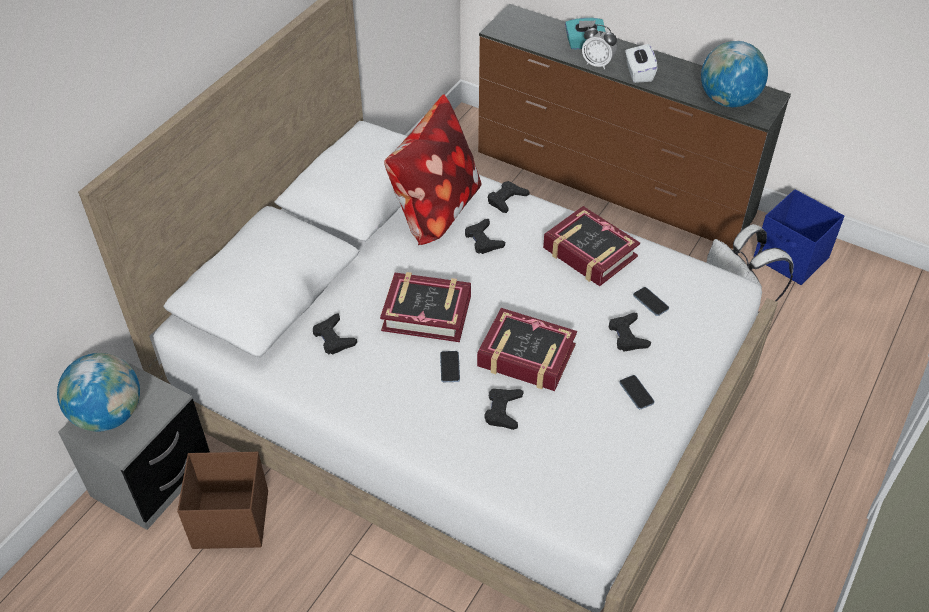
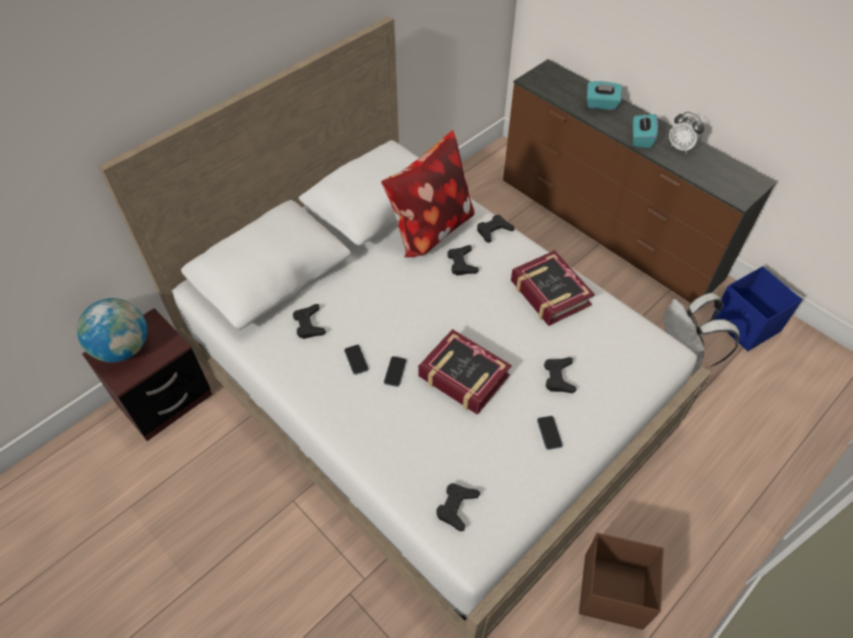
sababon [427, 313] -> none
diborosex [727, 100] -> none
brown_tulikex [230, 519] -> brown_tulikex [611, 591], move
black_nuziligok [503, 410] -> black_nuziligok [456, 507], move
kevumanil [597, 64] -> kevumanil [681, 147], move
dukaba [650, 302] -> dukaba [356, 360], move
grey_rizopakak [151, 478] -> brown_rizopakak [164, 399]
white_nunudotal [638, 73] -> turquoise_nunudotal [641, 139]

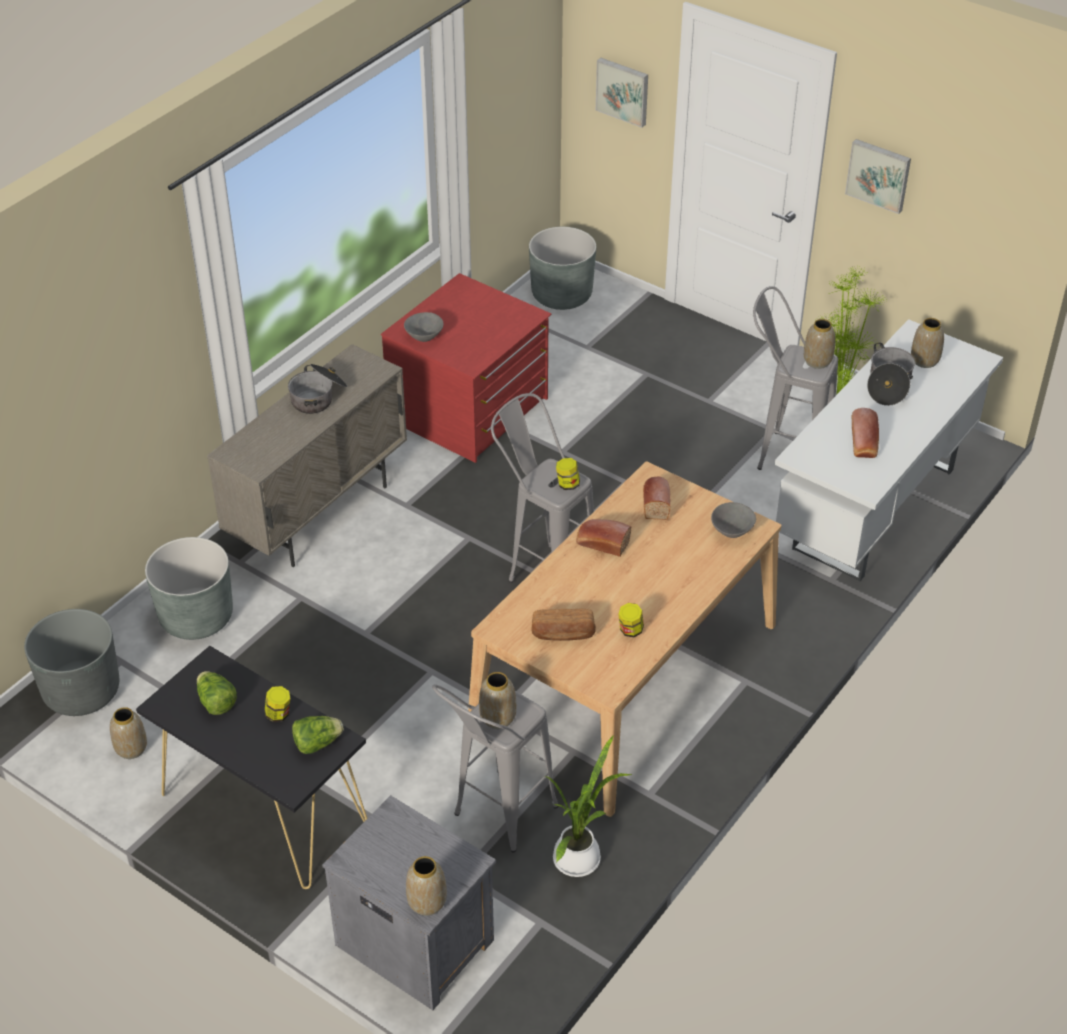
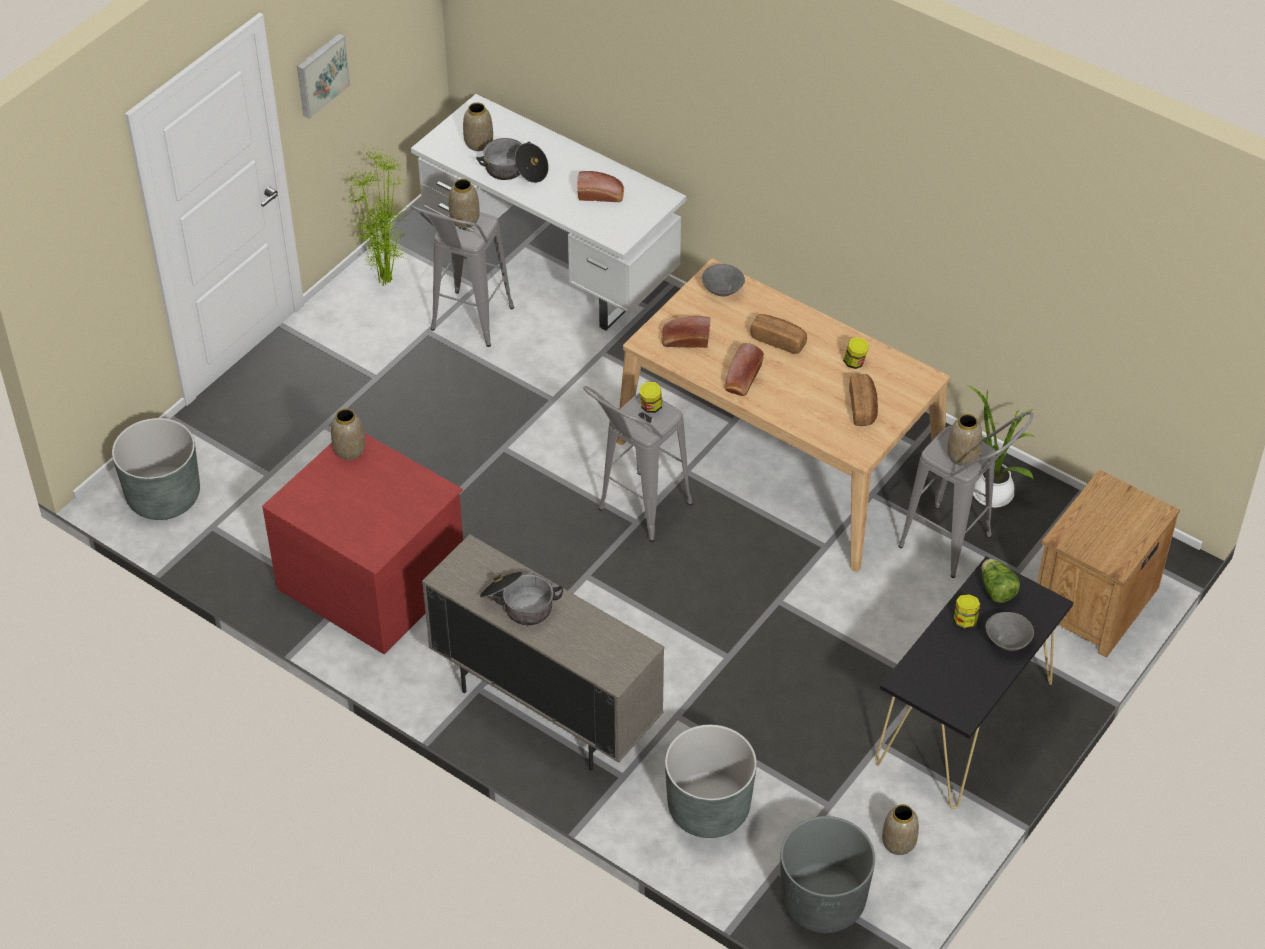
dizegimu [216, 702] -> none
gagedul [623, 91] -> none
none -> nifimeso [778, 340]
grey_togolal [425, 337] -> grey_togolal [1007, 641], move
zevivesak [427, 902] -> zevivesak [349, 450], move
grey_rizopakak [414, 940] -> brown_rizopakak [1092, 602]

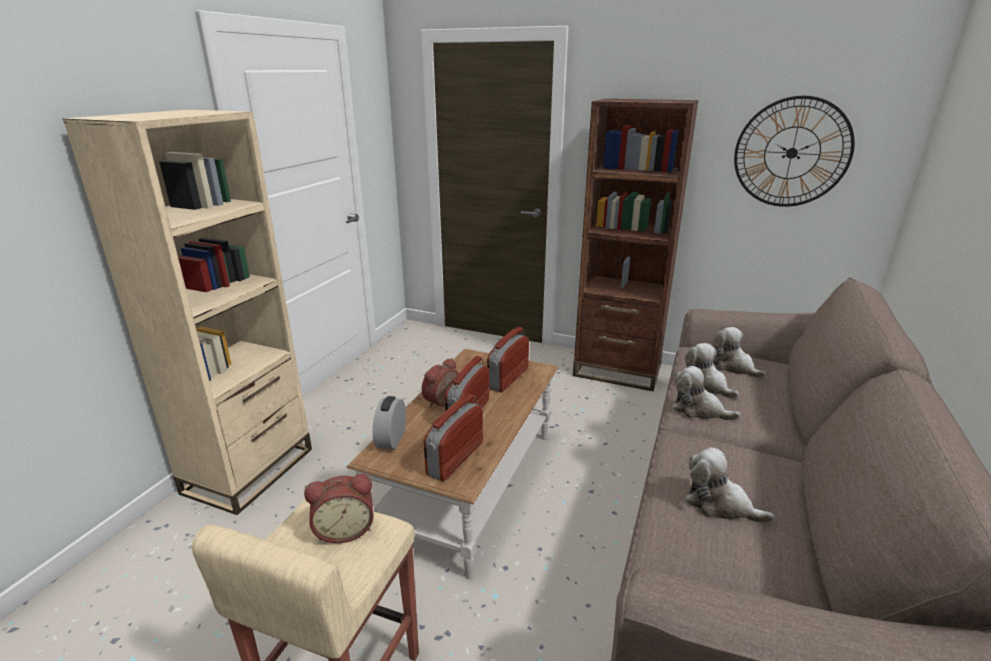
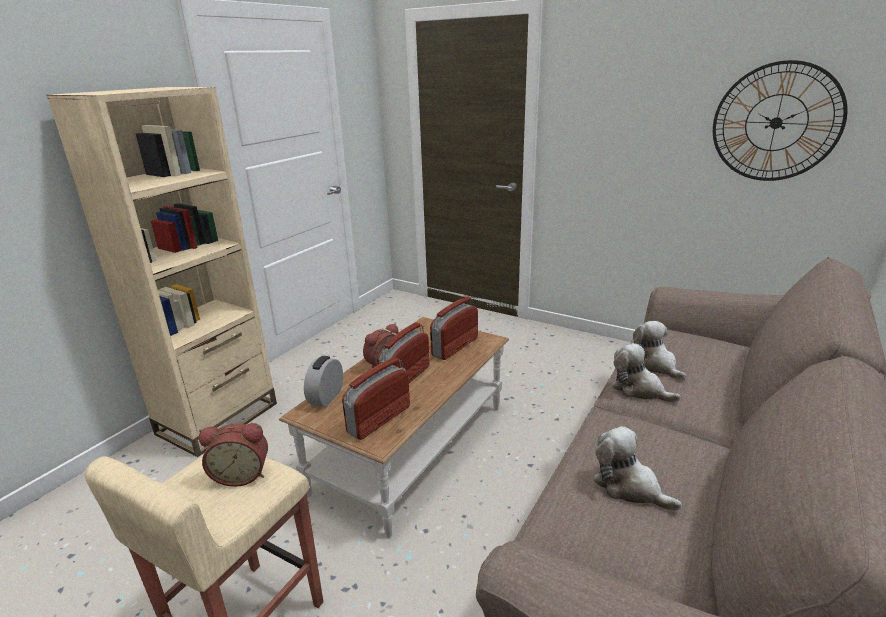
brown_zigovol [617, 371] -> none
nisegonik [733, 366] -> none

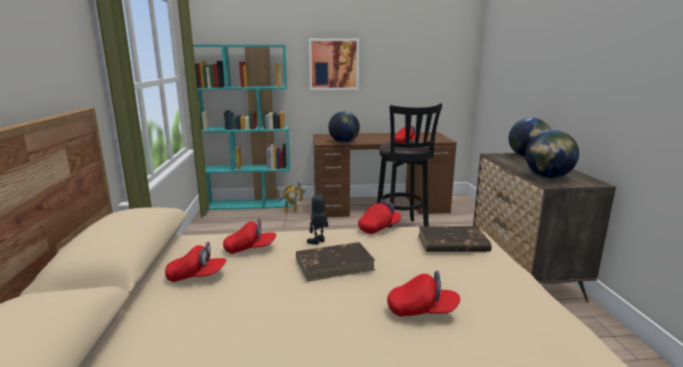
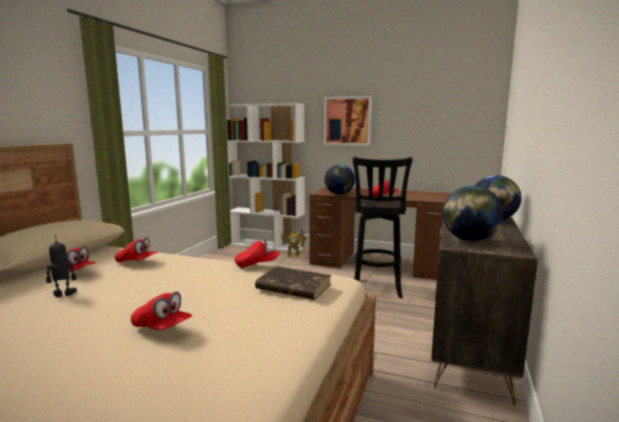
brown_sababon [335, 264] -> none
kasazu [318, 242] -> kasazu [63, 294], move
turquoise_zigovol [250, 204] -> white_zigovol [267, 245]

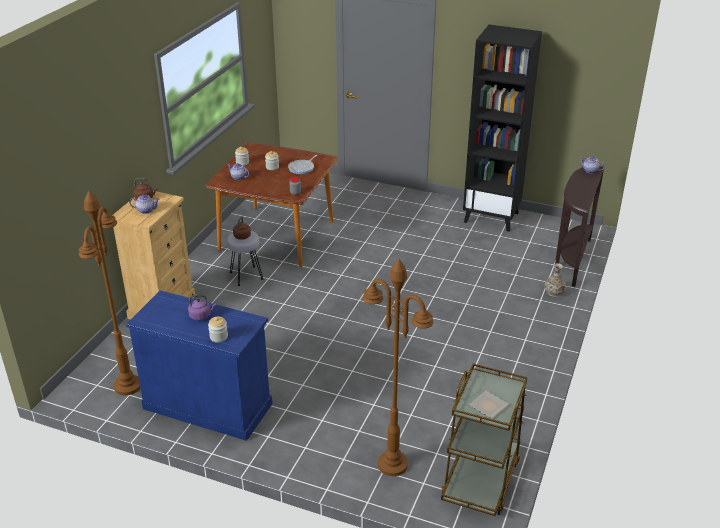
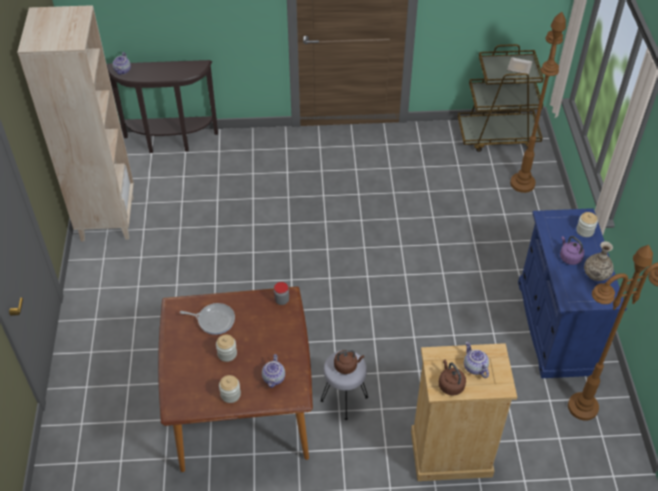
zevivesak [554, 292] -> zevivesak [596, 273], move
black_zigovol [492, 217] -> beige_zigovol [107, 218]

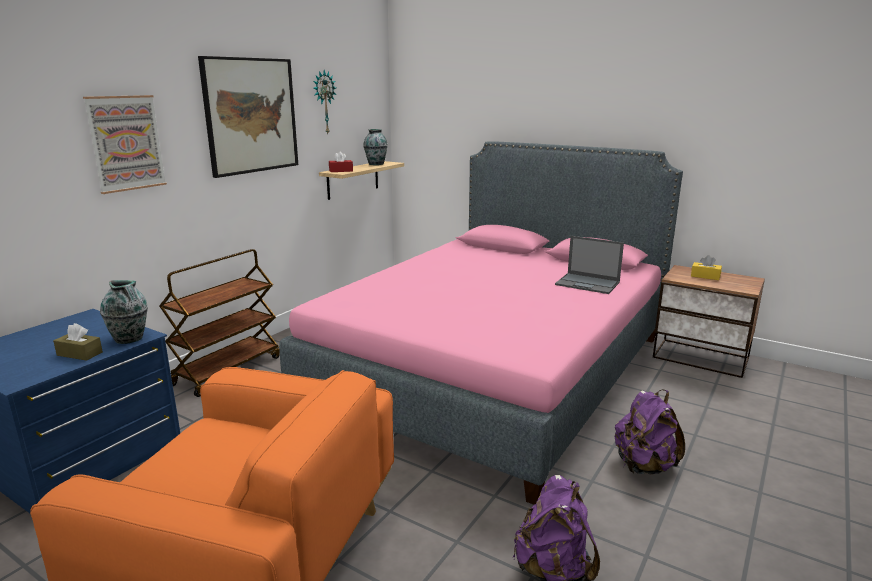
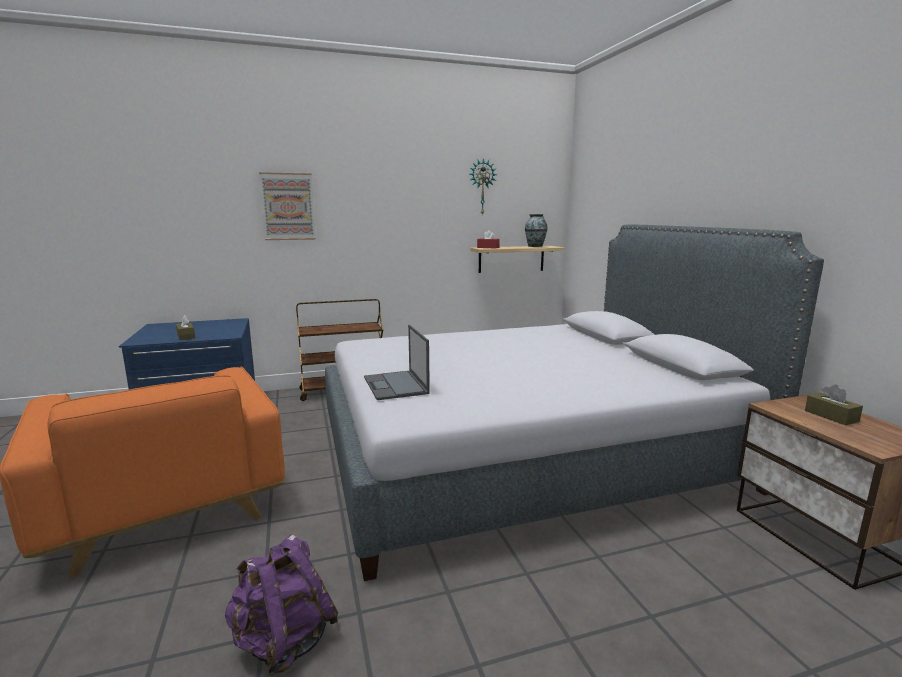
zevivesak [130, 339] -> none
gagedul [251, 115] -> none
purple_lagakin [644, 466] -> none
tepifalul [588, 283] -> tepifalul [396, 385], move
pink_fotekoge [494, 370] -> grey_fotekoge [525, 456]
yellow_nunudotal [705, 276] -> brown_nunudotal [831, 416]

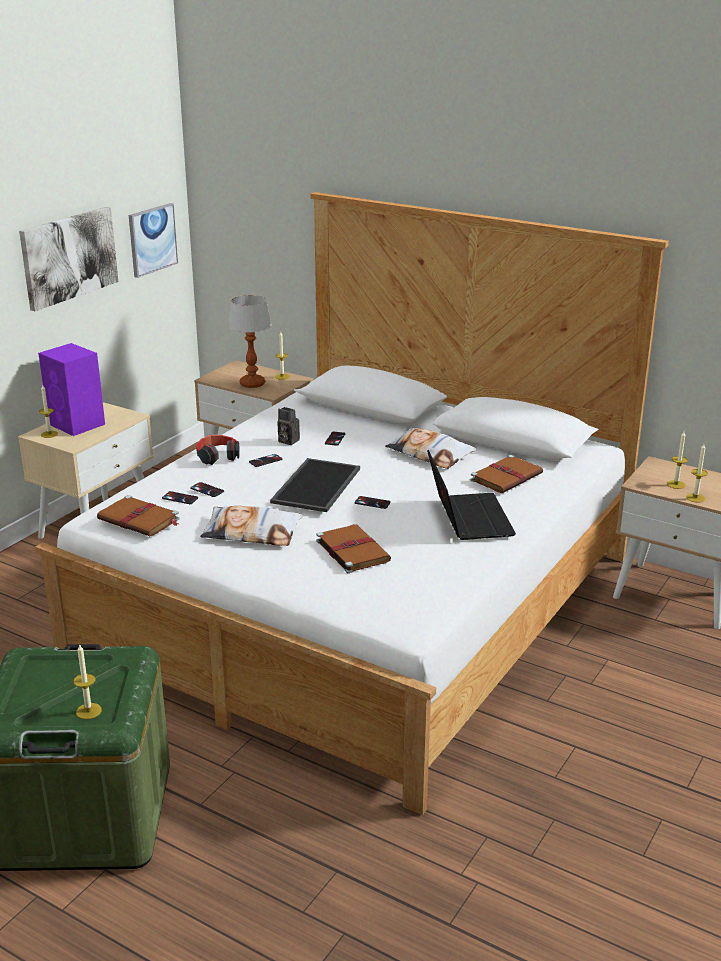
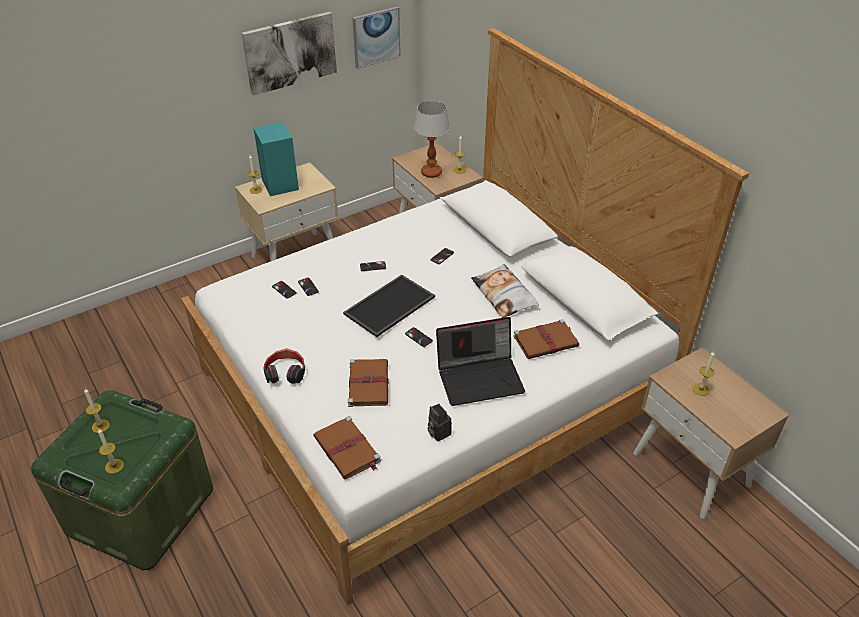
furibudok [252, 533] -> none
brown_sababon [140, 520] -> brown_sababon [347, 450], move
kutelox [217, 456] -> kutelox [285, 372], move
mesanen [287, 441] -> mesanen [438, 432], move
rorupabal [695, 498] -> rorupabal [100, 426], move
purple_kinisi [77, 424] -> turquoise_kinisi [280, 185]
tepifalul [467, 517] -> tepifalul [480, 377], 60 degrees clockwise

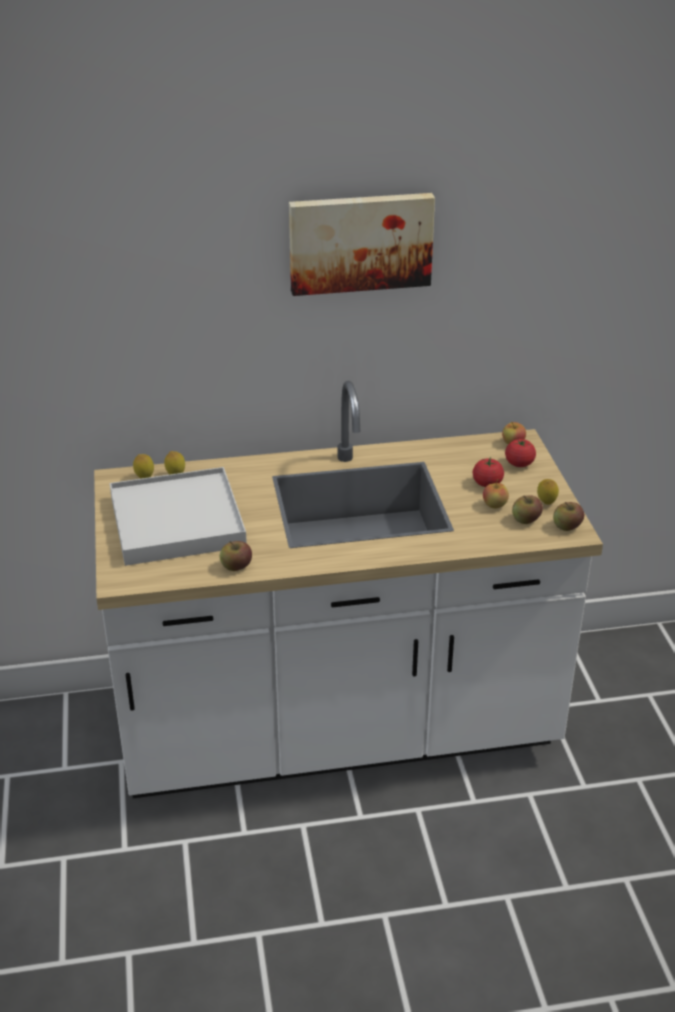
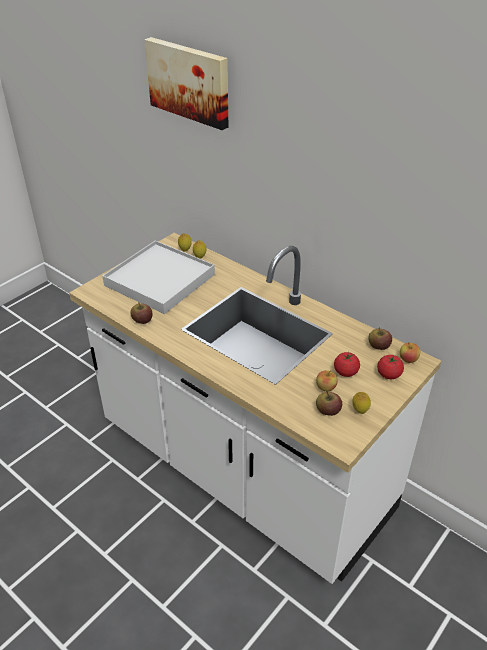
gagedul [360, 242] -> gagedul [189, 82], move
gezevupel [567, 527] -> gezevupel [378, 346], move

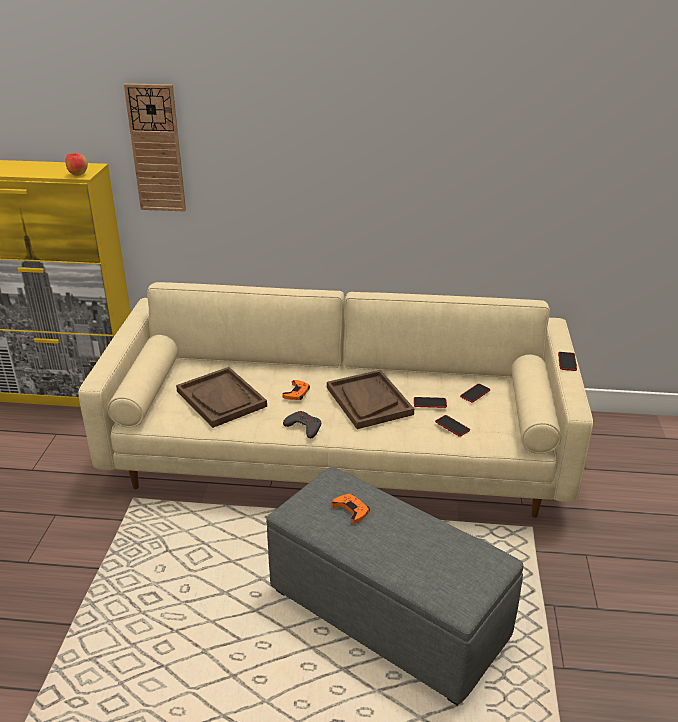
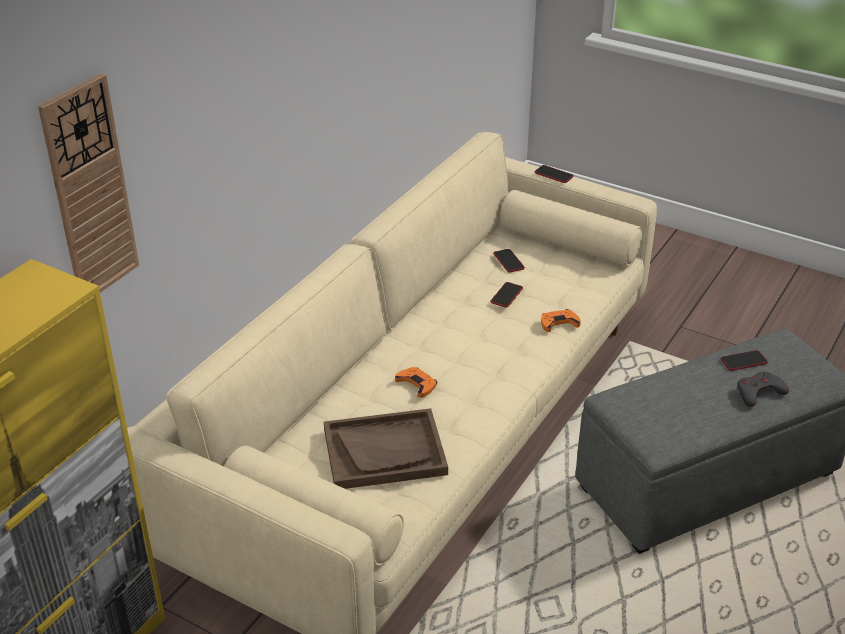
gezevupel [78, 174] -> none
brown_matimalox [368, 401] -> none
grey_nuziligok [304, 427] -> grey_nuziligok [759, 392], move
orange_nuziligok [351, 510] -> orange_nuziligok [559, 323], move
dukaba [452, 426] -> dukaba [743, 361], move

